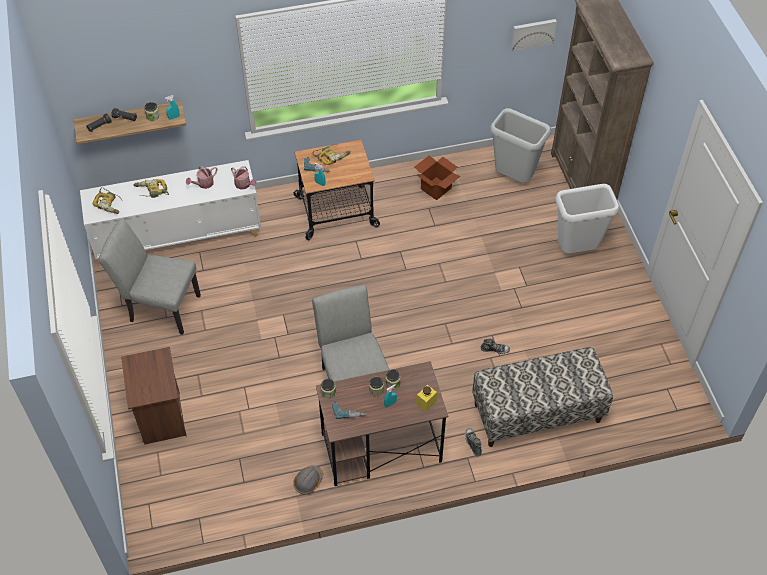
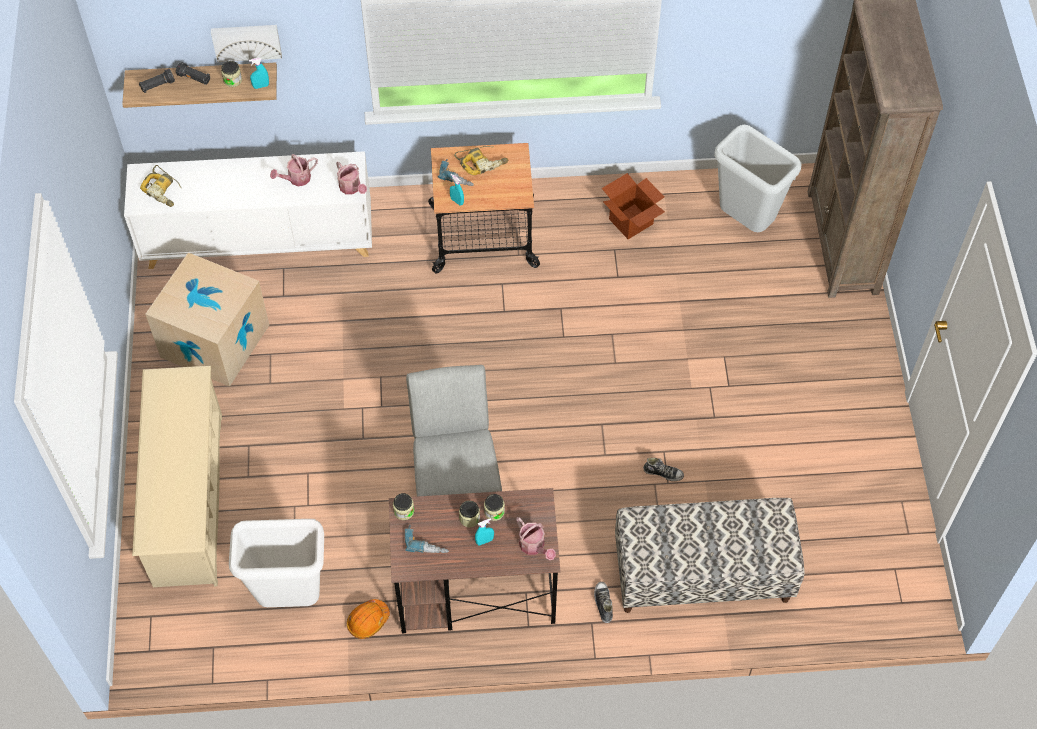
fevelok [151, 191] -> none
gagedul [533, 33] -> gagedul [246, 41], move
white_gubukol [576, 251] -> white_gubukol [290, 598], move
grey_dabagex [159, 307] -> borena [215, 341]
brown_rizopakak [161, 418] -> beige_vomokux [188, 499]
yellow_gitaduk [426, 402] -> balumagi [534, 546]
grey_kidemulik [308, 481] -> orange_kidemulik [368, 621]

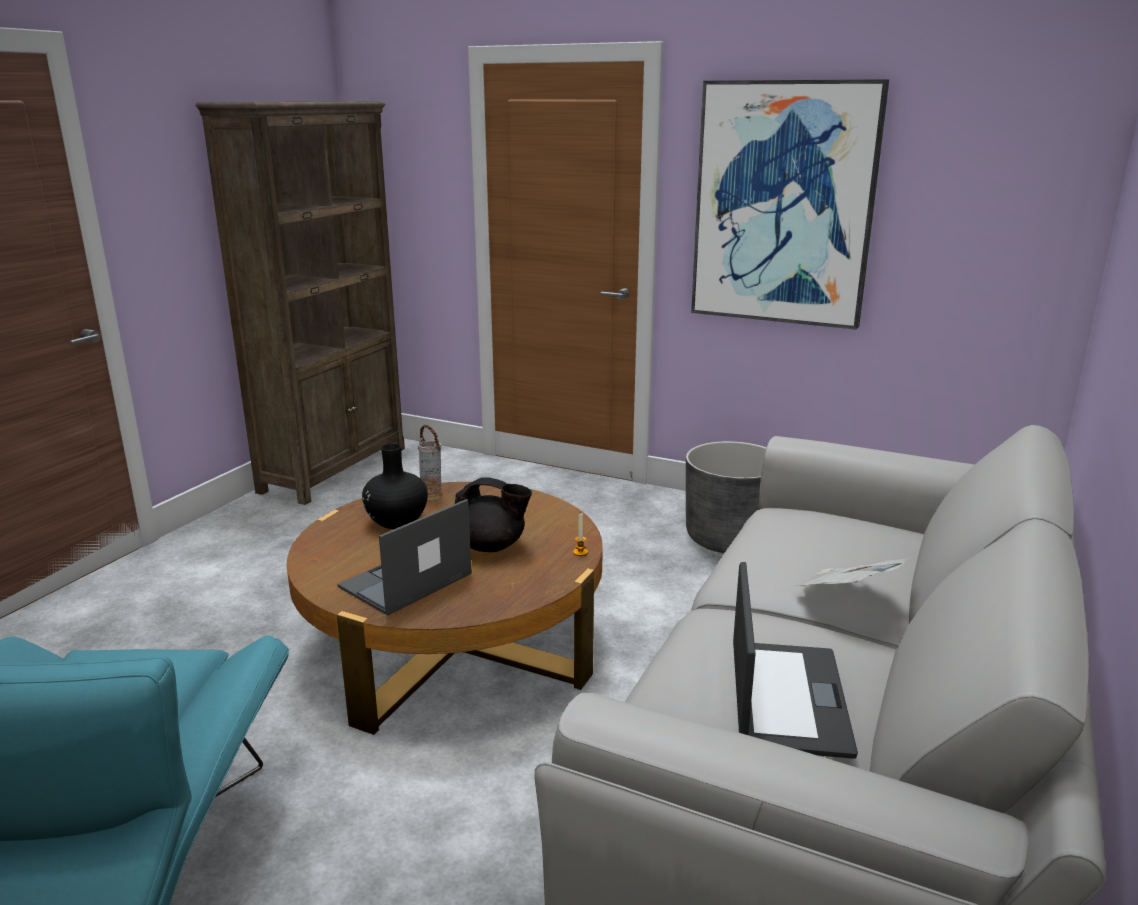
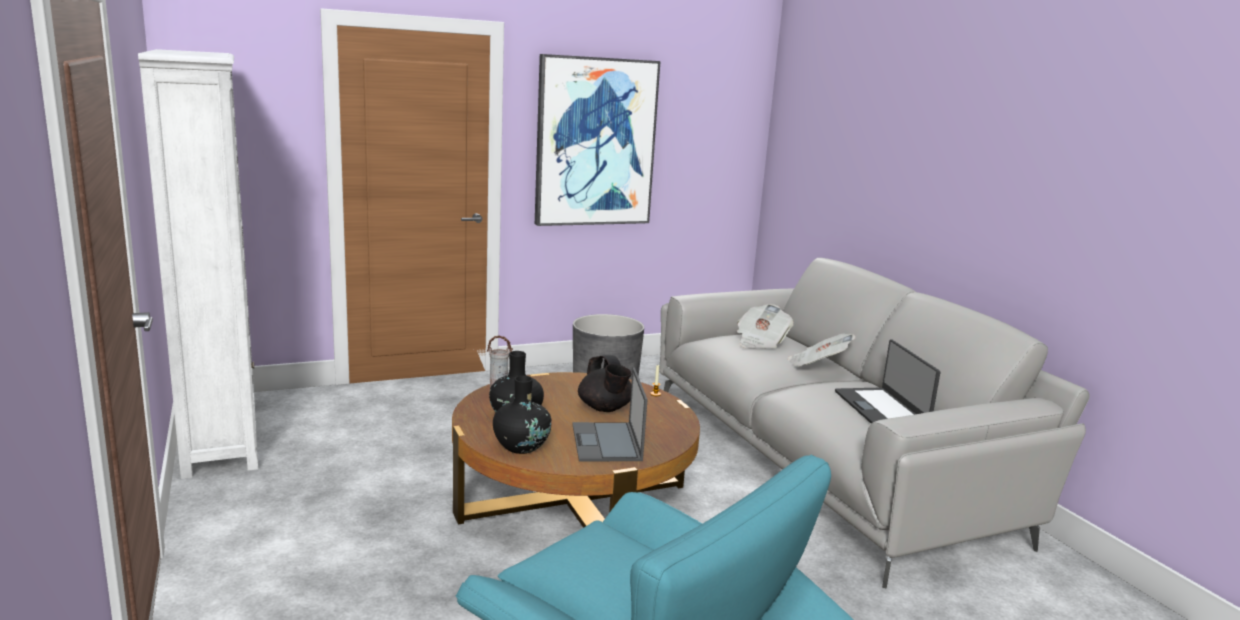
none -> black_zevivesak [521, 446]
none -> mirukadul [760, 342]
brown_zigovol [335, 469] -> white_zigovol [221, 435]
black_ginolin [491, 546] -> black_ginolin [605, 408], 105 degrees clockwise
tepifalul [786, 697] -> tepifalul [882, 408], 150 degrees counterclockwise

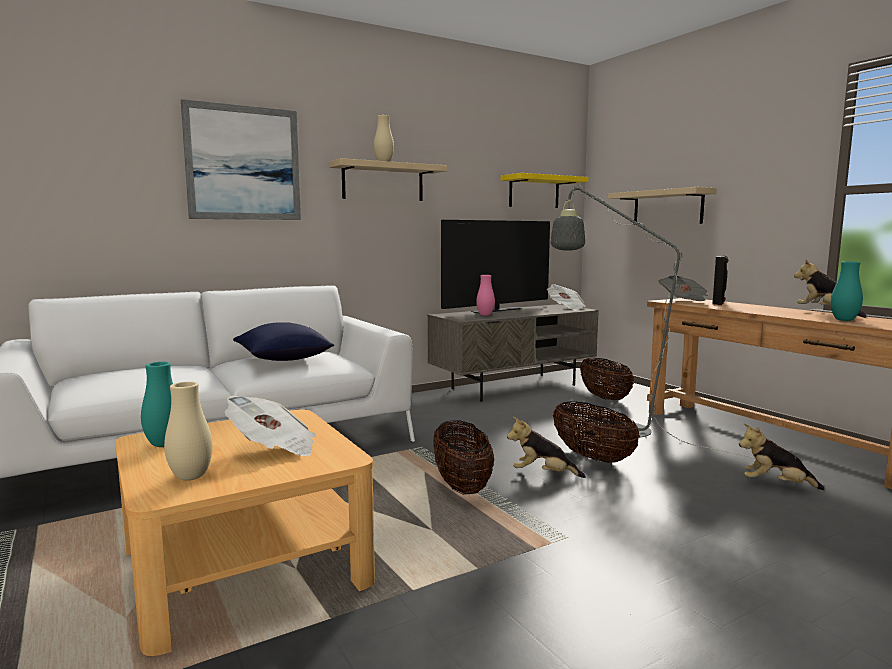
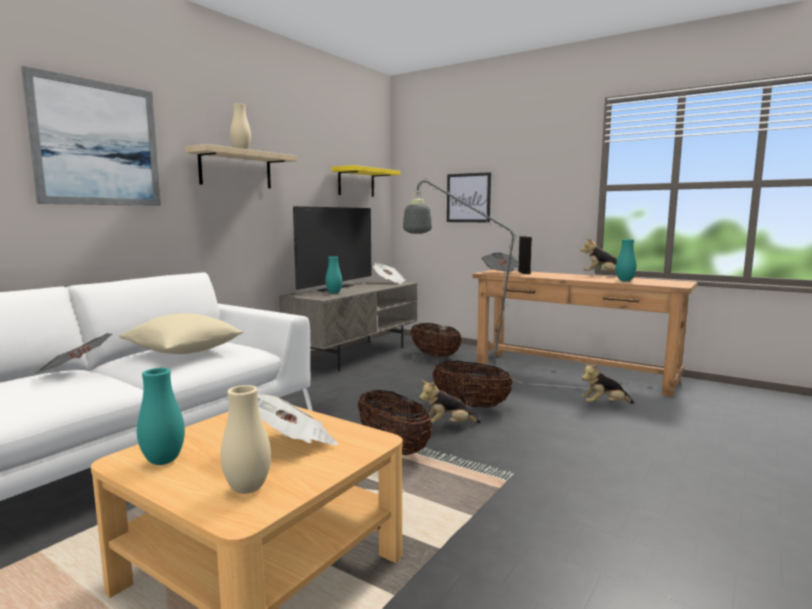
none -> mirukadul [76, 371]
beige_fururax [667, 207] -> gagedul [468, 198]
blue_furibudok [283, 359] -> beige_furibudok [183, 352]
pink_zevivesak [485, 315] -> turquoise_zevivesak [334, 293]

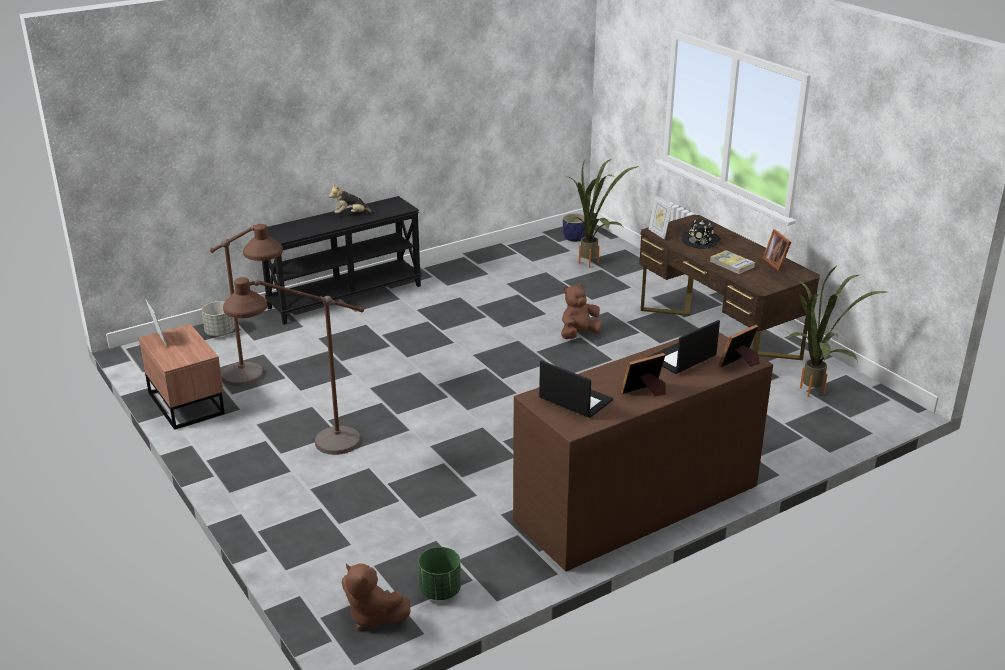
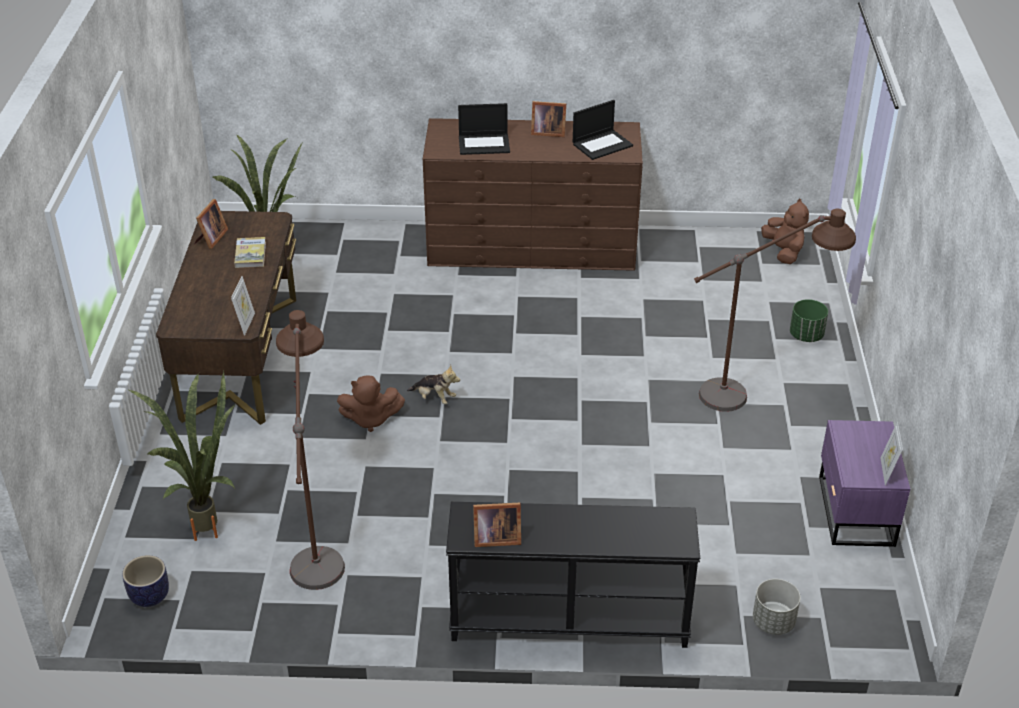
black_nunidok [700, 241] -> none
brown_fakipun [257, 387] -> brown_fakipun [318, 540], move
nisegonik [351, 214] -> nisegonik [434, 398], move
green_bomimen [439, 591] -> green_bomimen [806, 335], move
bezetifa [740, 363] -> bezetifa [495, 538], move
brown_rizopakak [187, 402] -> purple_rizopakak [854, 512]
tepifalul [574, 399] -> tepifalul [602, 144], 105 degrees counterclockwise

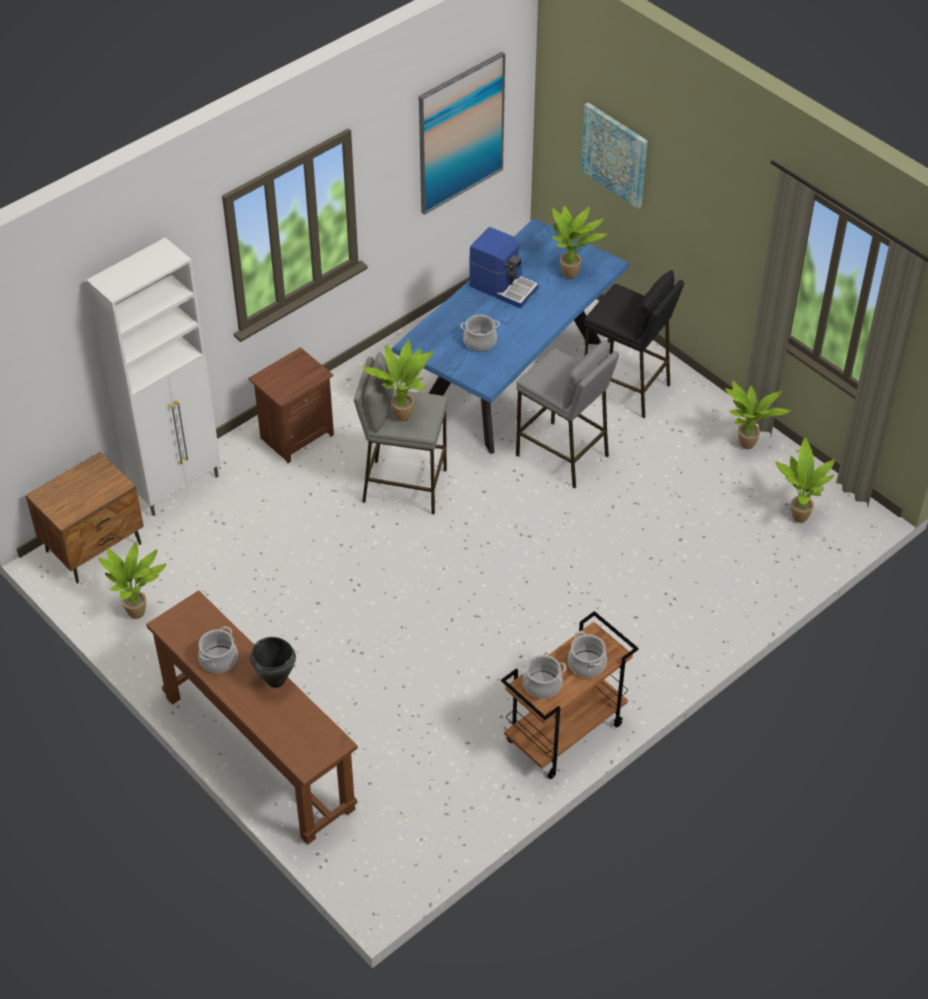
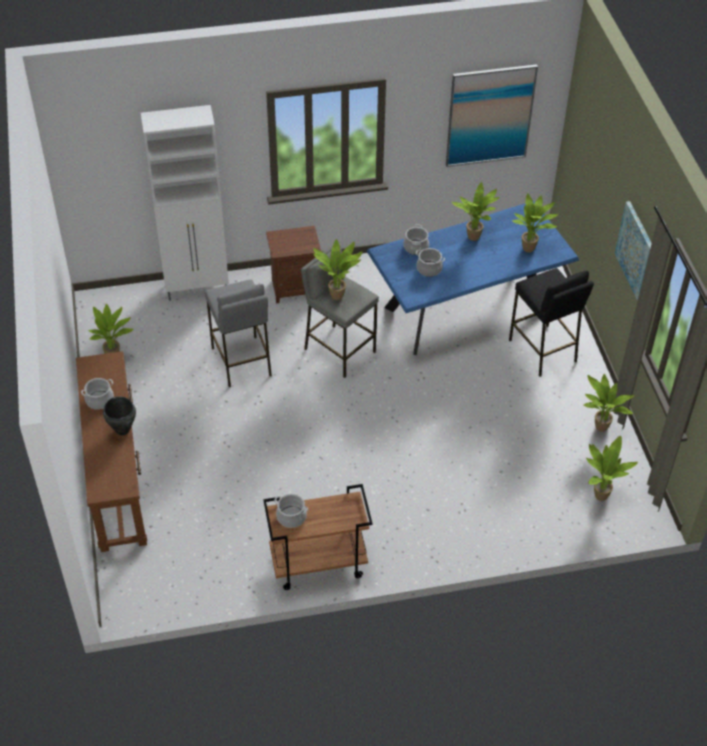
brown_rizopakak [94, 547] -> none
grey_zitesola [562, 455] -> grey_zitesola [241, 362], move
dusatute [587, 664] -> dusatute [416, 247], move
gagedul [615, 154] -> gagedul [636, 251], move
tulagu [503, 286] -> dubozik [475, 238]

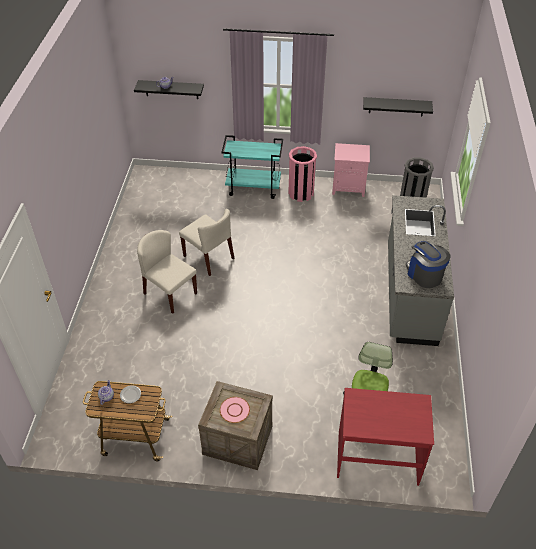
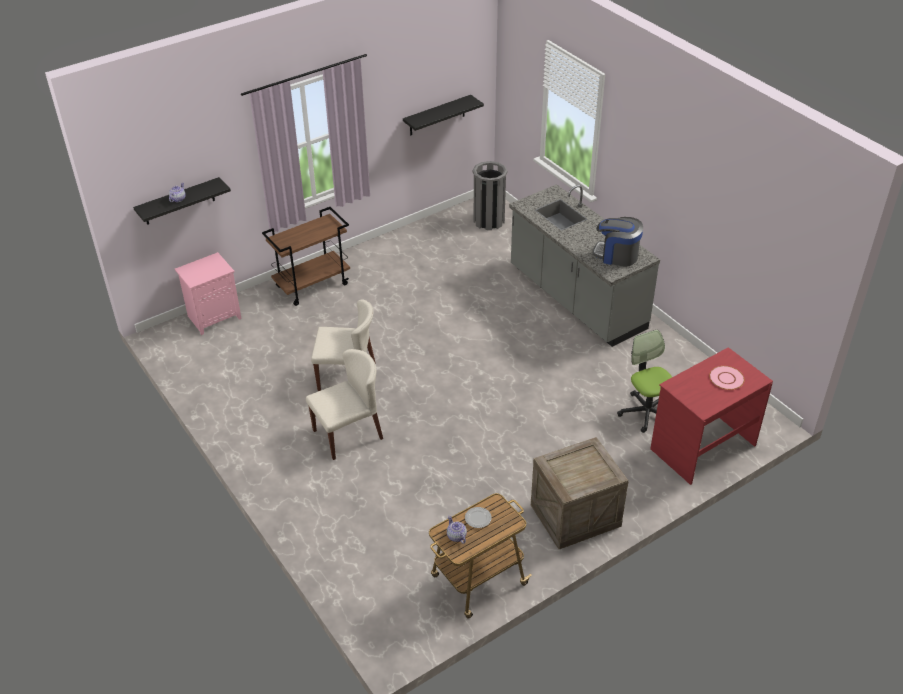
pink_gubukol [301, 193] -> none
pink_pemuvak [234, 410] -> pink_pemuvak [726, 378], move
pink_rizopakak [349, 187] -> pink_rizopakak [214, 317], move
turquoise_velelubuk [254, 188] -> brown_velelubuk [312, 285]
beige_dabagex [170, 293] -> beige_dabagex [348, 434], 150 degrees clockwise

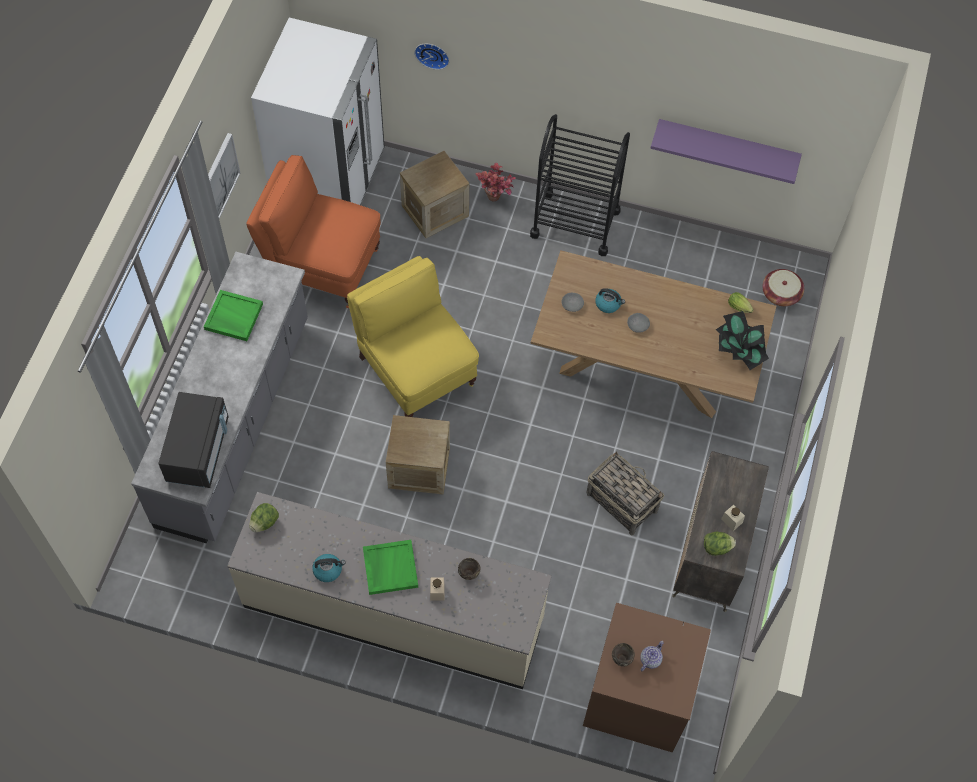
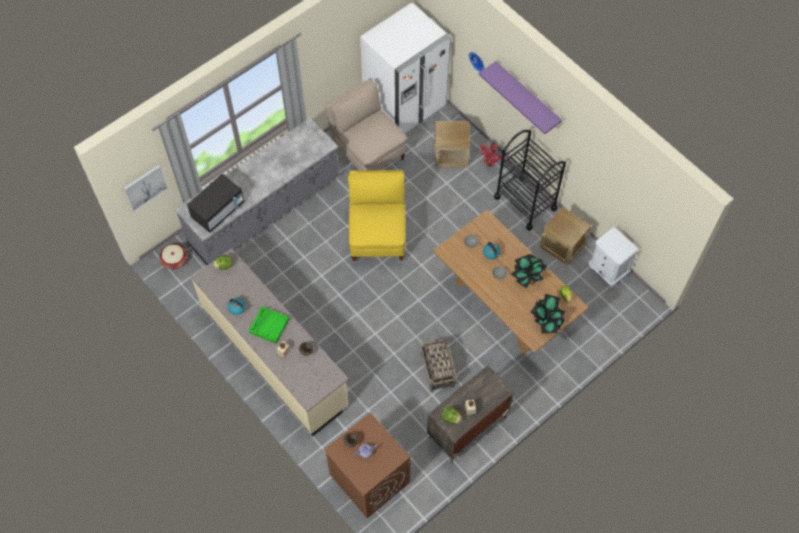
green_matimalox [233, 317] -> none
none -> dubozik [527, 275]
none -> white_rizopakak [607, 271]
gagedul [220, 177] -> gagedul [145, 187], move
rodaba [419, 468] -> rodaba [562, 245], move
purple_fururax [727, 145] -> purple_fururax [527, 95], move
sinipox [780, 294] -> sinipox [174, 260], move
orange_dabagex [322, 266] -> beige_dabagex [367, 153]

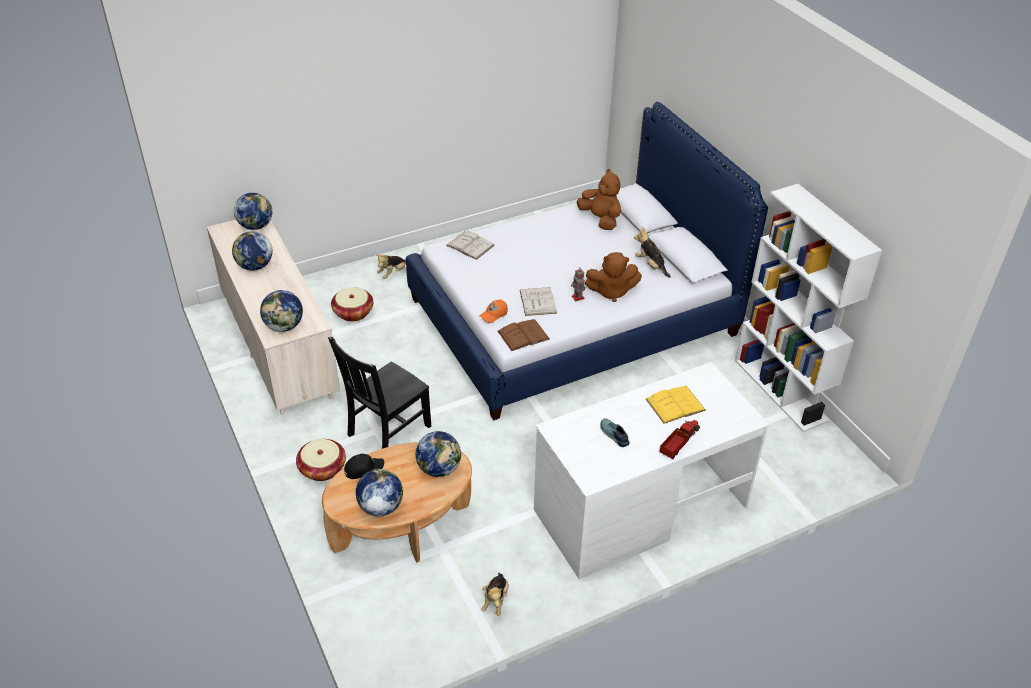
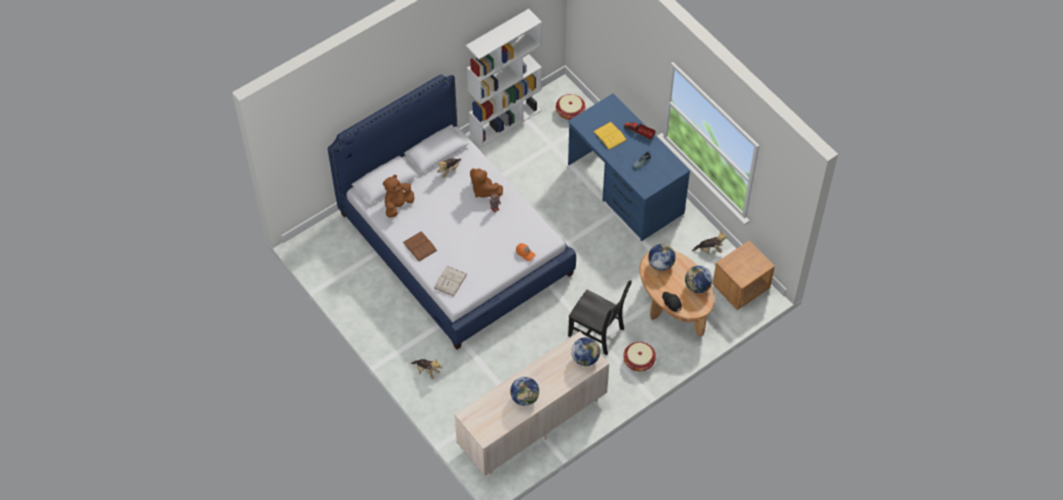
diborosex [256, 226] -> none
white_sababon [538, 301] -> none
none -> brown_rizopakak [740, 287]
sinipox [353, 312] -> sinipox [570, 112], move
brown_sababon [523, 335] -> brown_sababon [420, 246], move
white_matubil [639, 508] -> blue_matubil [625, 189]
brown_nisegonik [611, 291] -> brown_nisegonik [484, 190], 150 degrees clockwise

